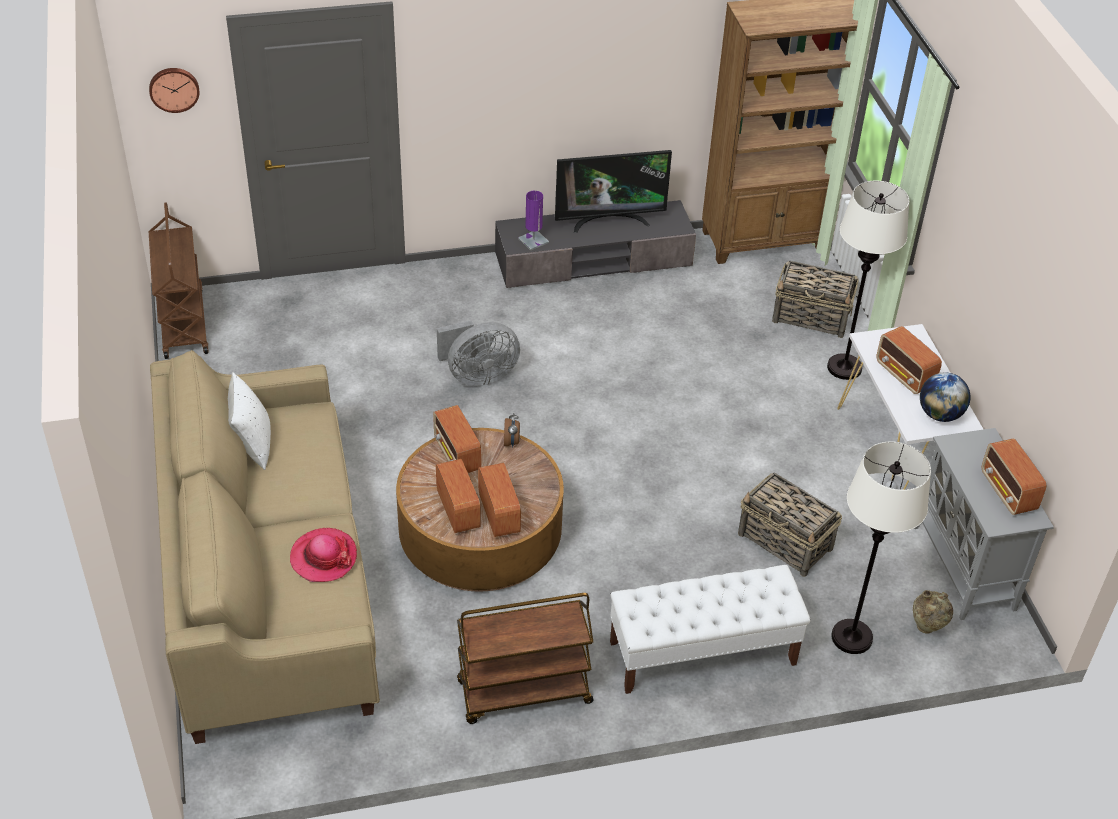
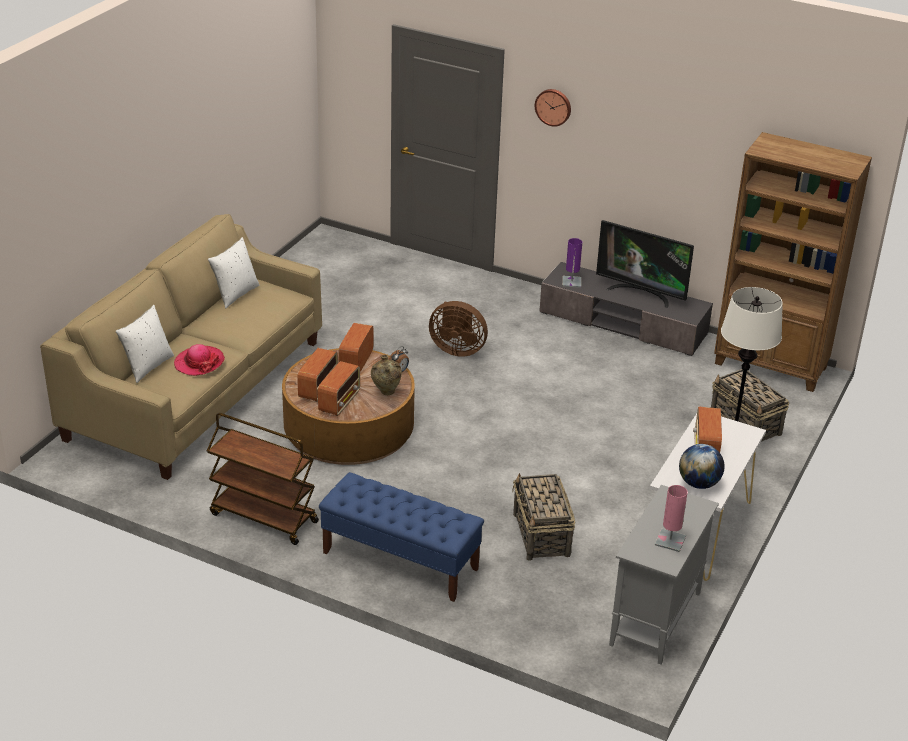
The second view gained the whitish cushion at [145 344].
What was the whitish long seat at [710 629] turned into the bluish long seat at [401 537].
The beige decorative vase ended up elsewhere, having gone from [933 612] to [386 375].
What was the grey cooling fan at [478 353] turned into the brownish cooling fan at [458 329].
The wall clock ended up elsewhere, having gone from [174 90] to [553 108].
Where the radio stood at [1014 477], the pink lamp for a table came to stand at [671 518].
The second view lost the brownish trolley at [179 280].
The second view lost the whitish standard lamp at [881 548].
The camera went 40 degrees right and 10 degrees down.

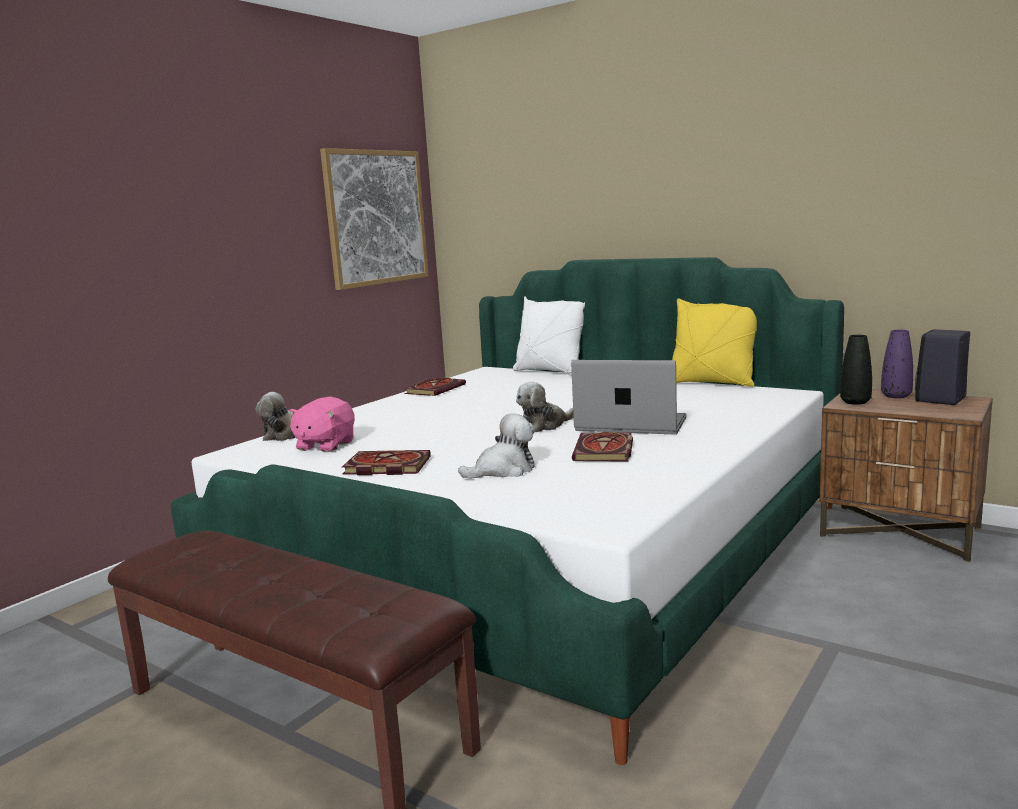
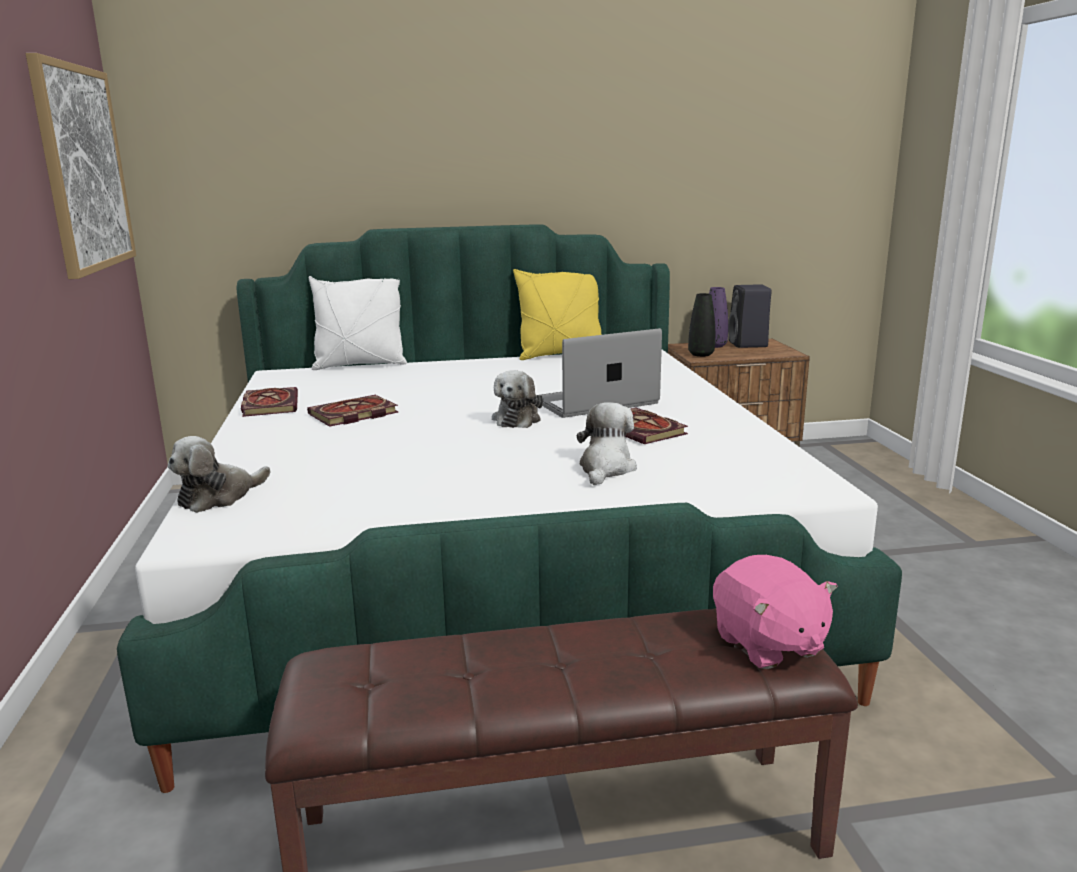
The bound book ended up elsewhere, having gone from [386 462] to [352 411].
The pink cuddly toy ended up elsewhere, having gone from [321 424] to [775 612].
The camera went 45 degrees left and 5 degrees up.

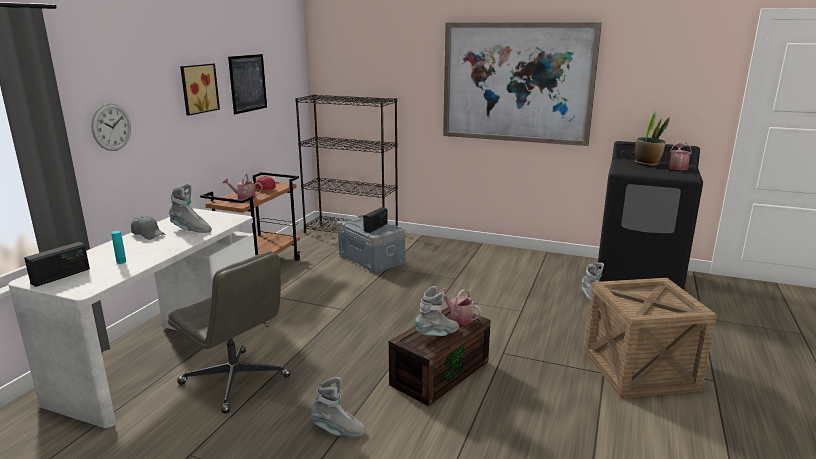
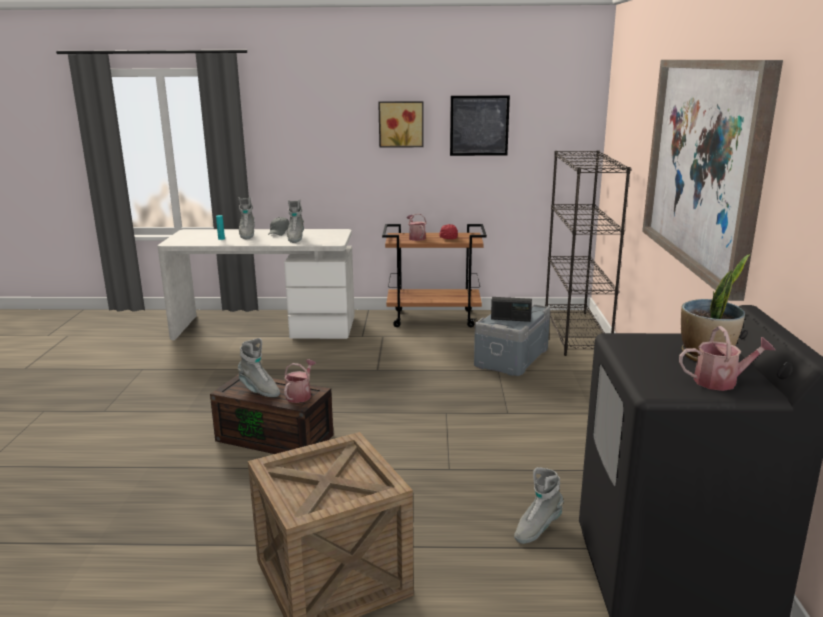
The grey boot ended up elsewhere, having gone from [338 407] to [246 218].
The second view lost the radio at [57 264].
The second view lost the wall clock at [111 127].
The second view lost the grey desk chair at [229 332].
The camera went 70 degrees right and 0 degrees up.

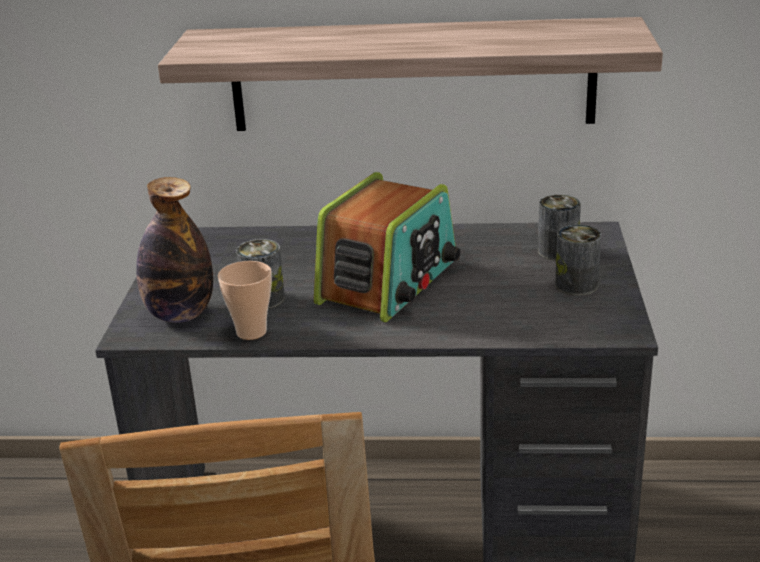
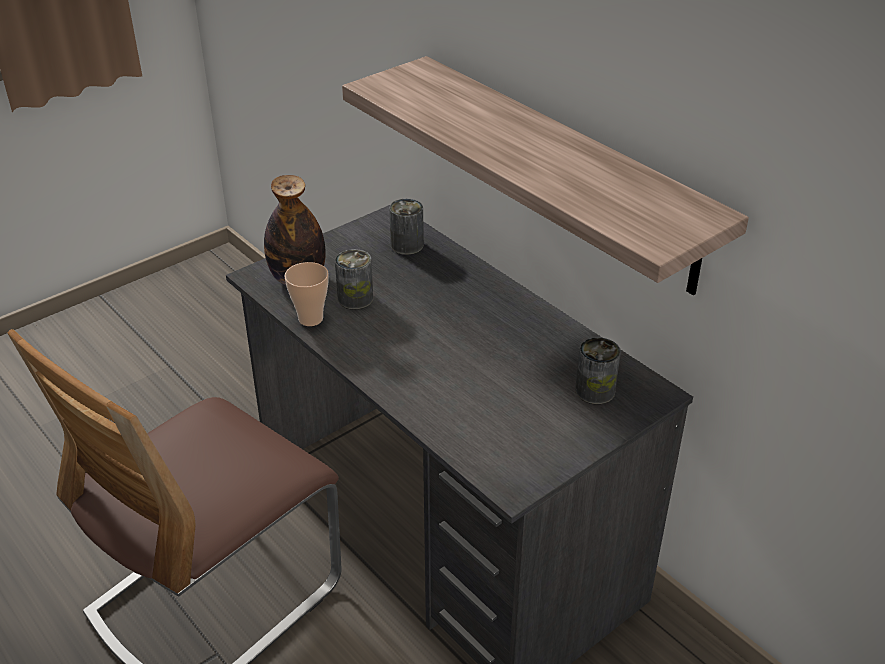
The can ended up elsewhere, having gone from [578 260] to [406 227].
The second view lost the radio at [387 247].
The camera went 45 degrees right and 10 degrees up.

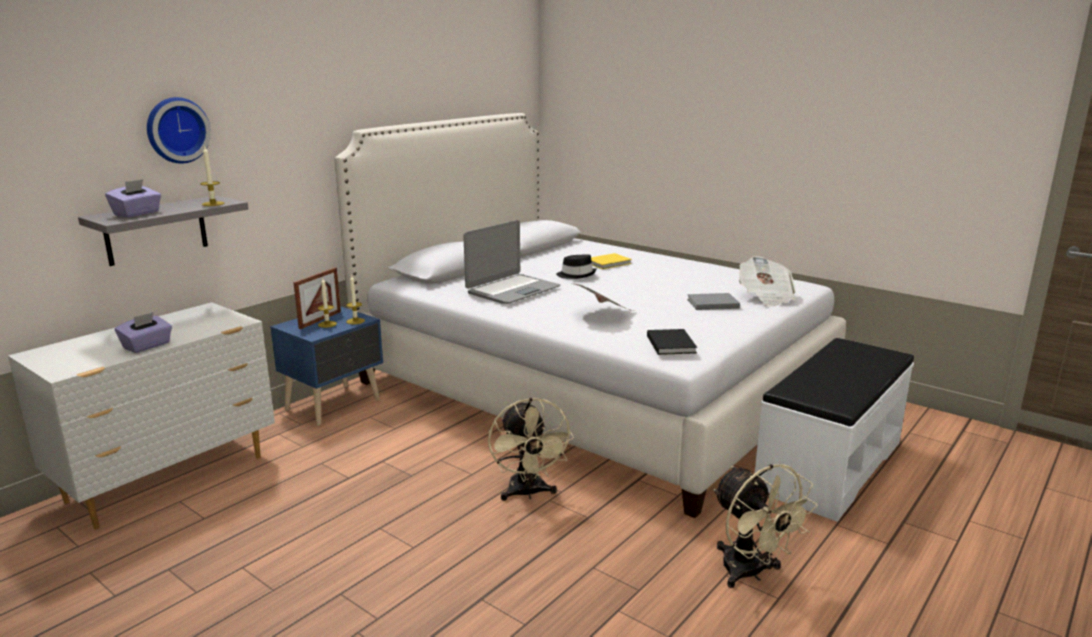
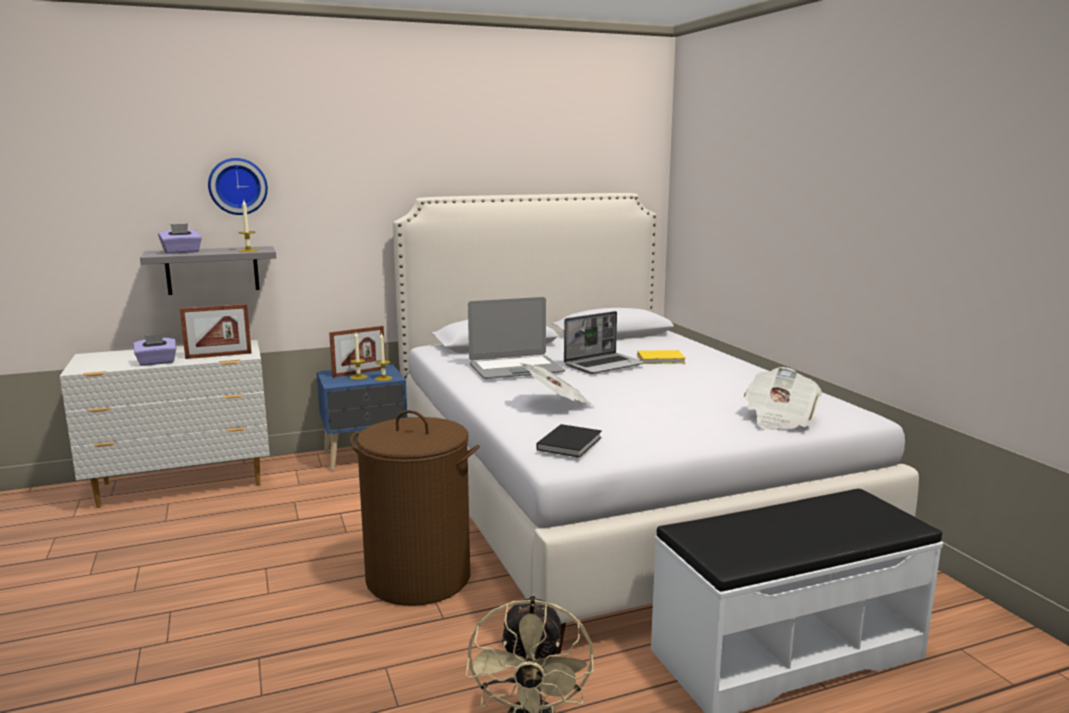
The second view gained the photo frame at [216 331].
Where the beige cooling fan stood at [531 449], the brownish washing basket came to stand at [415 508].
Where the black-coloured clothing hat stood at [576 266], the notebook computer came to stand at [604 342].
The second view lost the grey bound book at [713 301].
The camera went 30 degrees right and 5 degrees down.

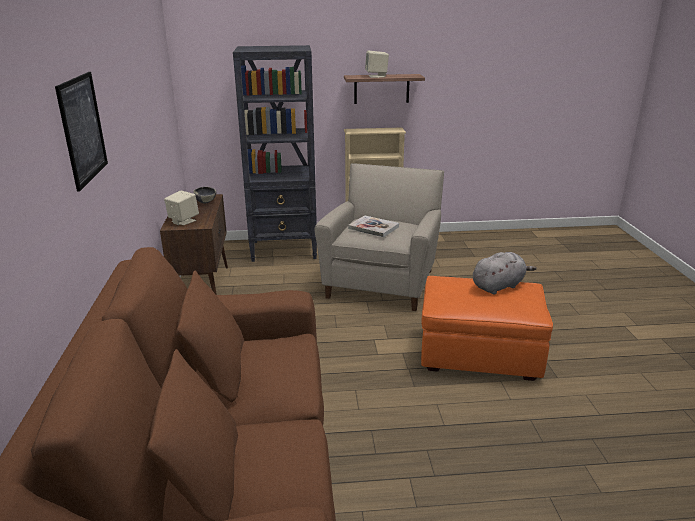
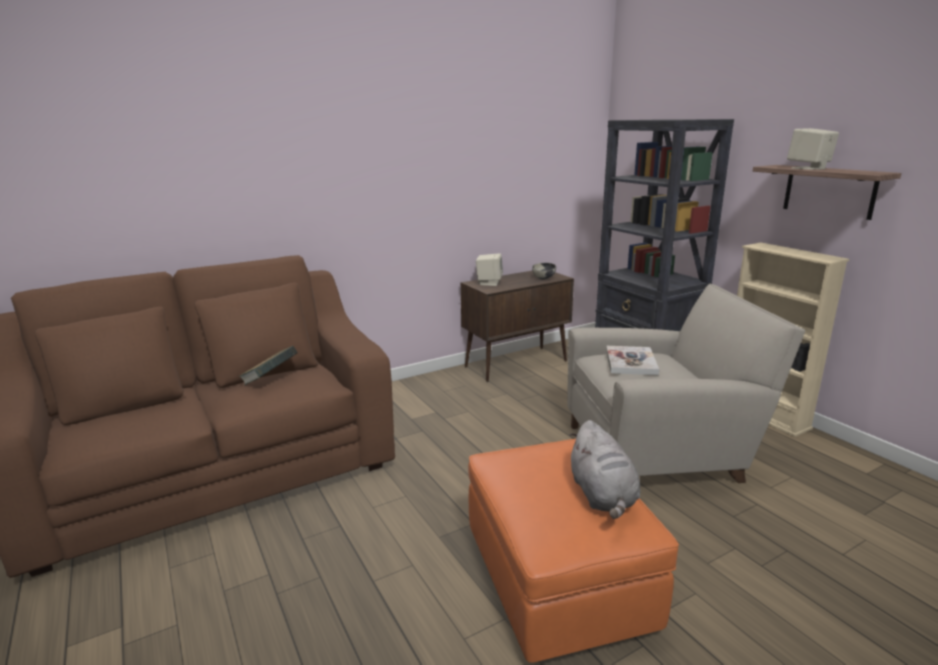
The second view gained the bound book at [267 366].
The grey cuddly toy at [505 273] ended up facing another way, 45 degrees clockwise from before.
The second view lost the wall art at [81 132].
The camera went 65 degrees right and 5 degrees down.

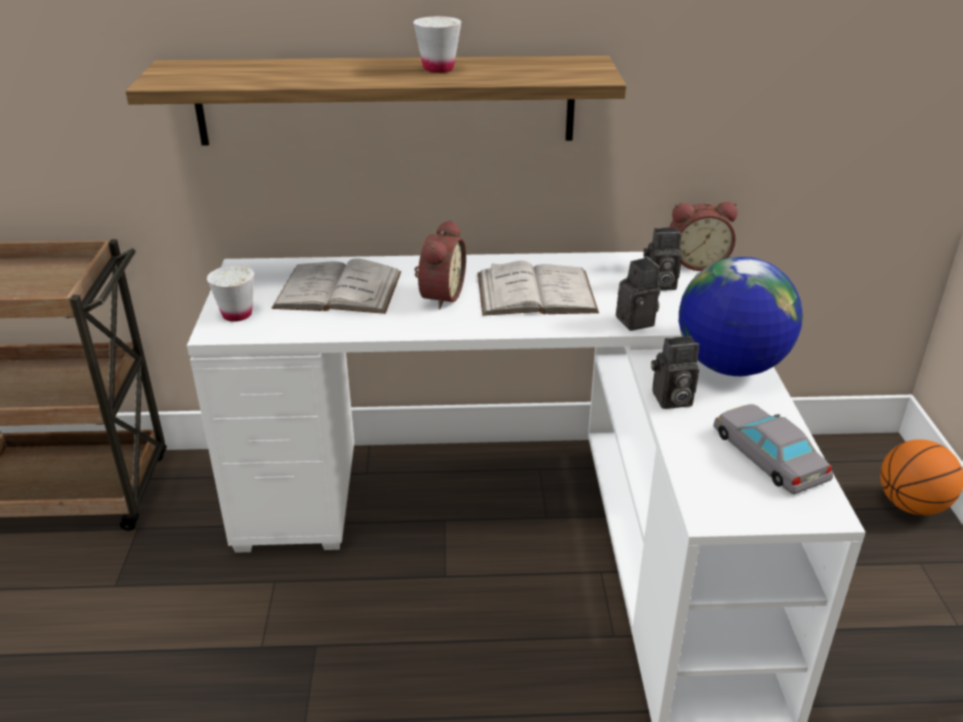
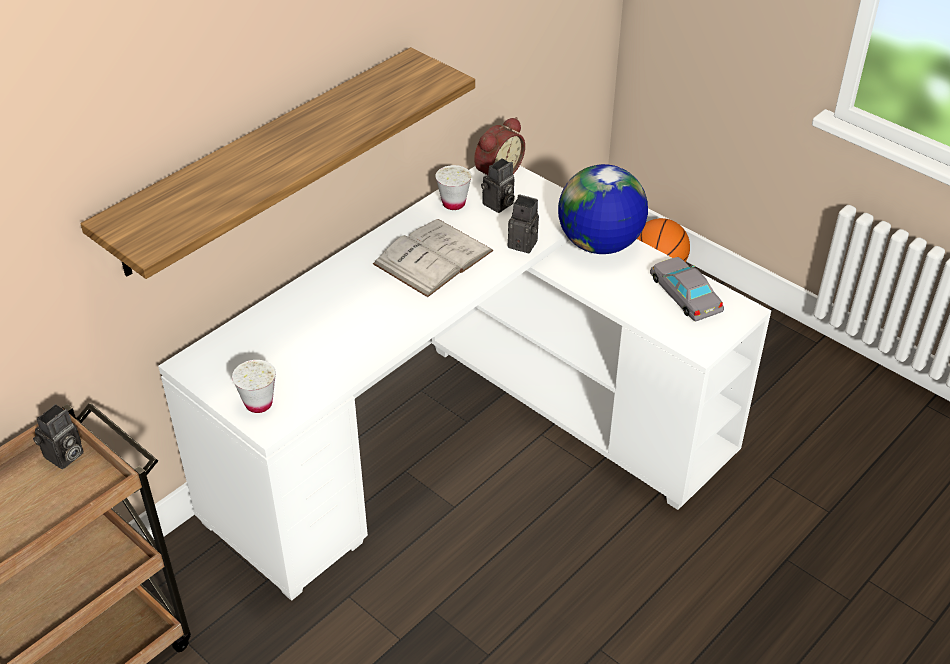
The still camera ended up elsewhere, having gone from [675 372] to [58 436].
The whitish small cup ended up elsewhere, having gone from [437 44] to [453 187].
The grey miniature car at [773 449] ended up facing another way, 45 degrees clockwise from before.
The second view lost the whitish bound book at [336 286].
The second view lost the table clock at [440 265].
The camera went 45 degrees left and 10 degrees up.

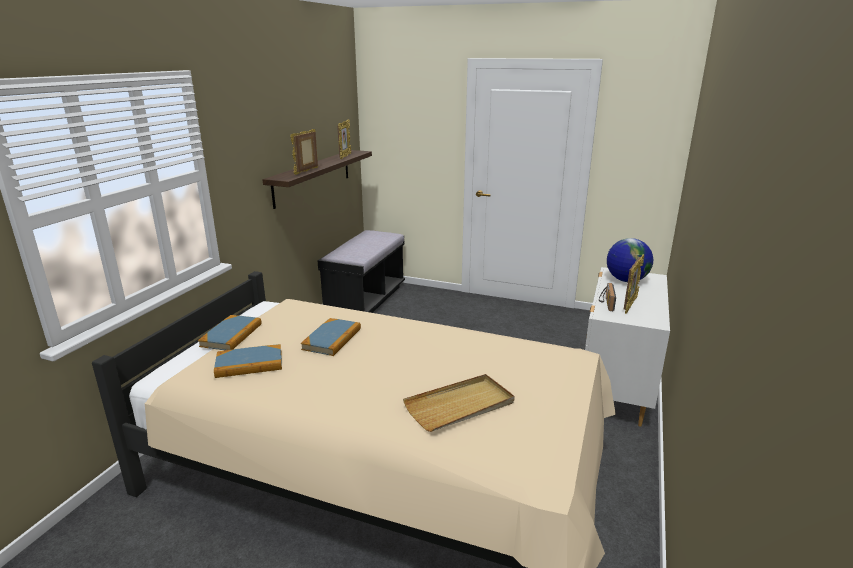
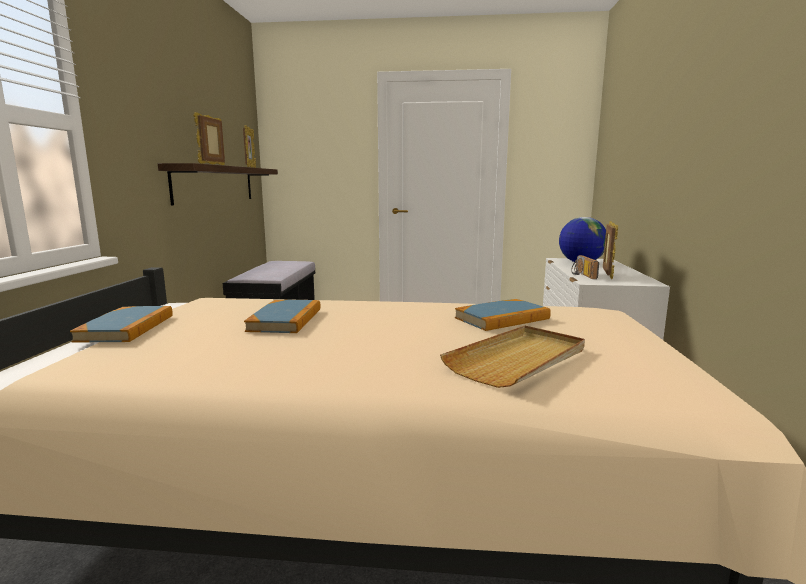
The bound book ended up elsewhere, having gone from [248 361] to [503 315].
The camera went 15 degrees left and 10 degrees down.

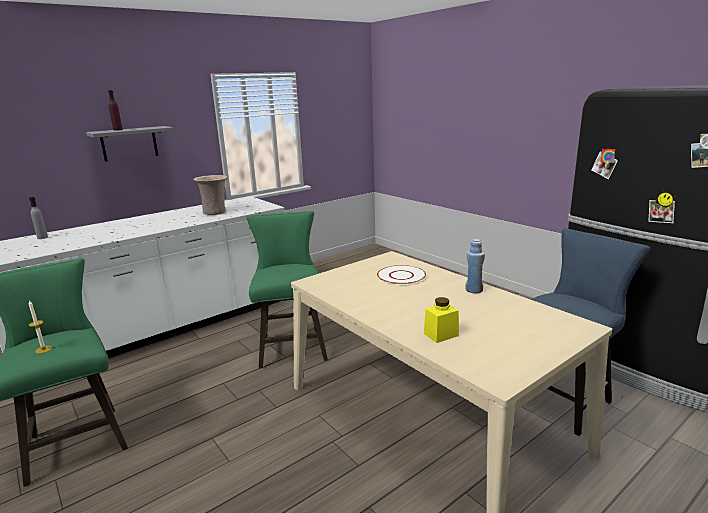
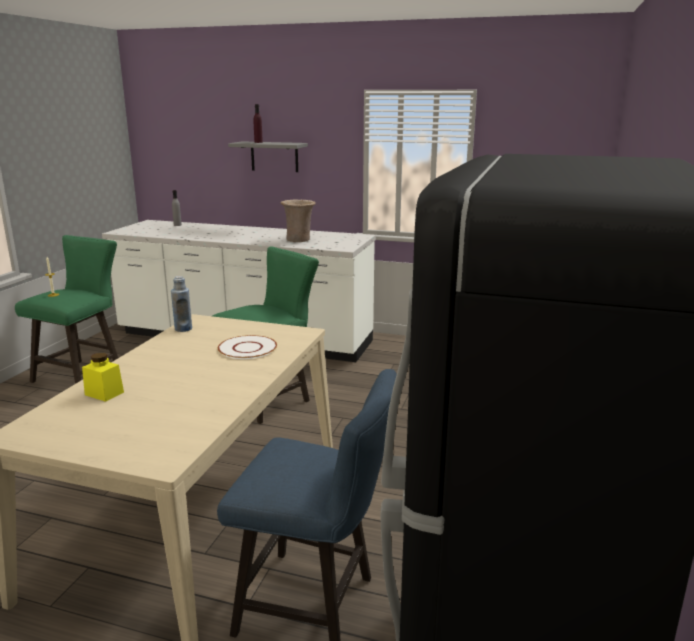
The bluish bottle ended up elsewhere, having gone from [475 266] to [181 304].
The camera went 55 degrees right and 0 degrees up.

